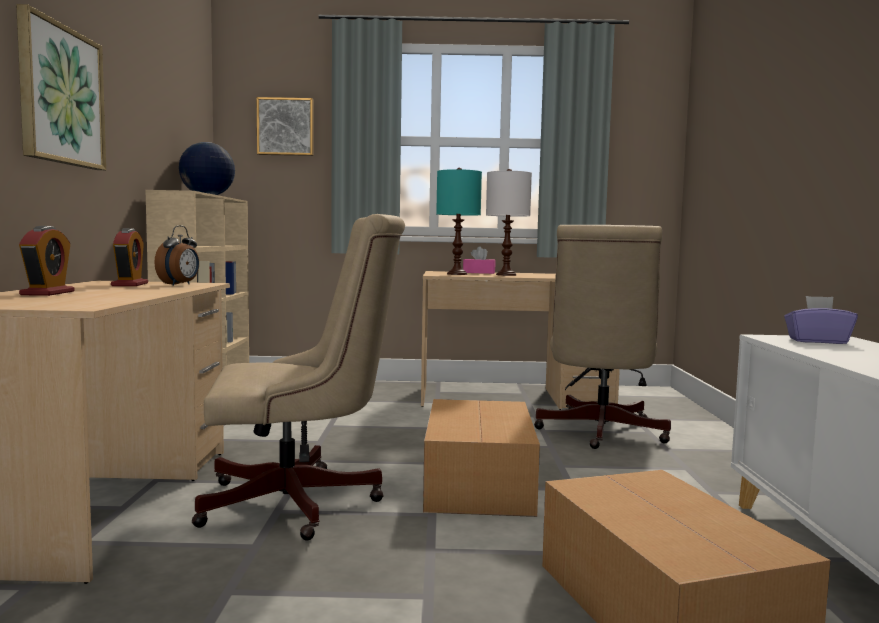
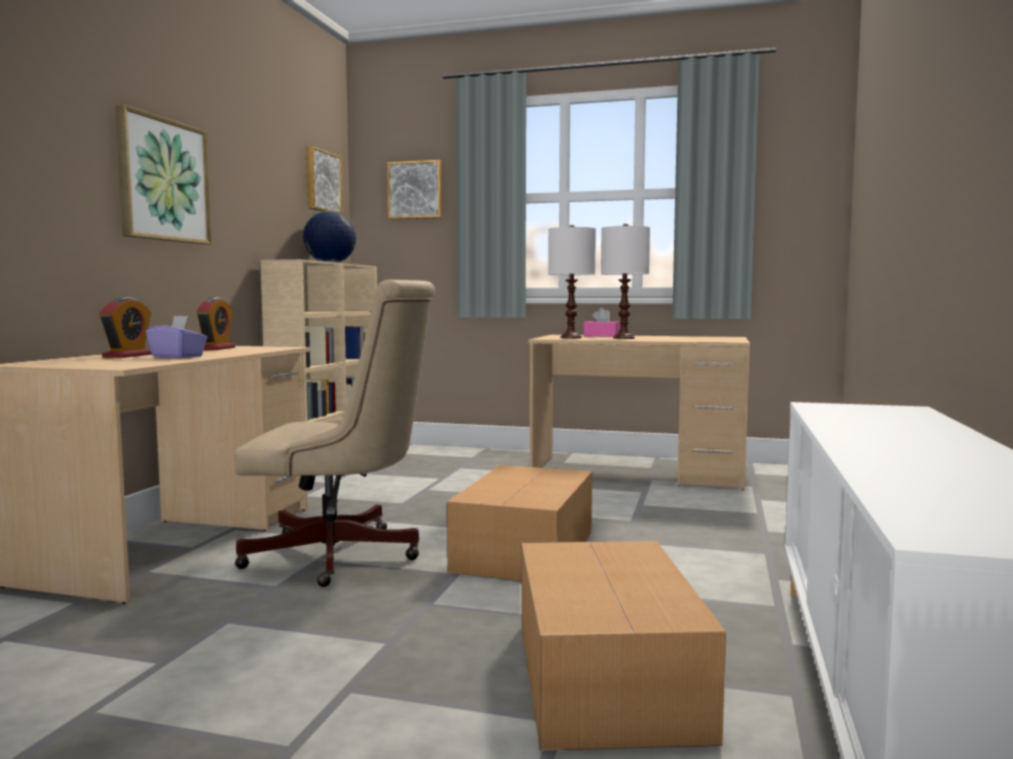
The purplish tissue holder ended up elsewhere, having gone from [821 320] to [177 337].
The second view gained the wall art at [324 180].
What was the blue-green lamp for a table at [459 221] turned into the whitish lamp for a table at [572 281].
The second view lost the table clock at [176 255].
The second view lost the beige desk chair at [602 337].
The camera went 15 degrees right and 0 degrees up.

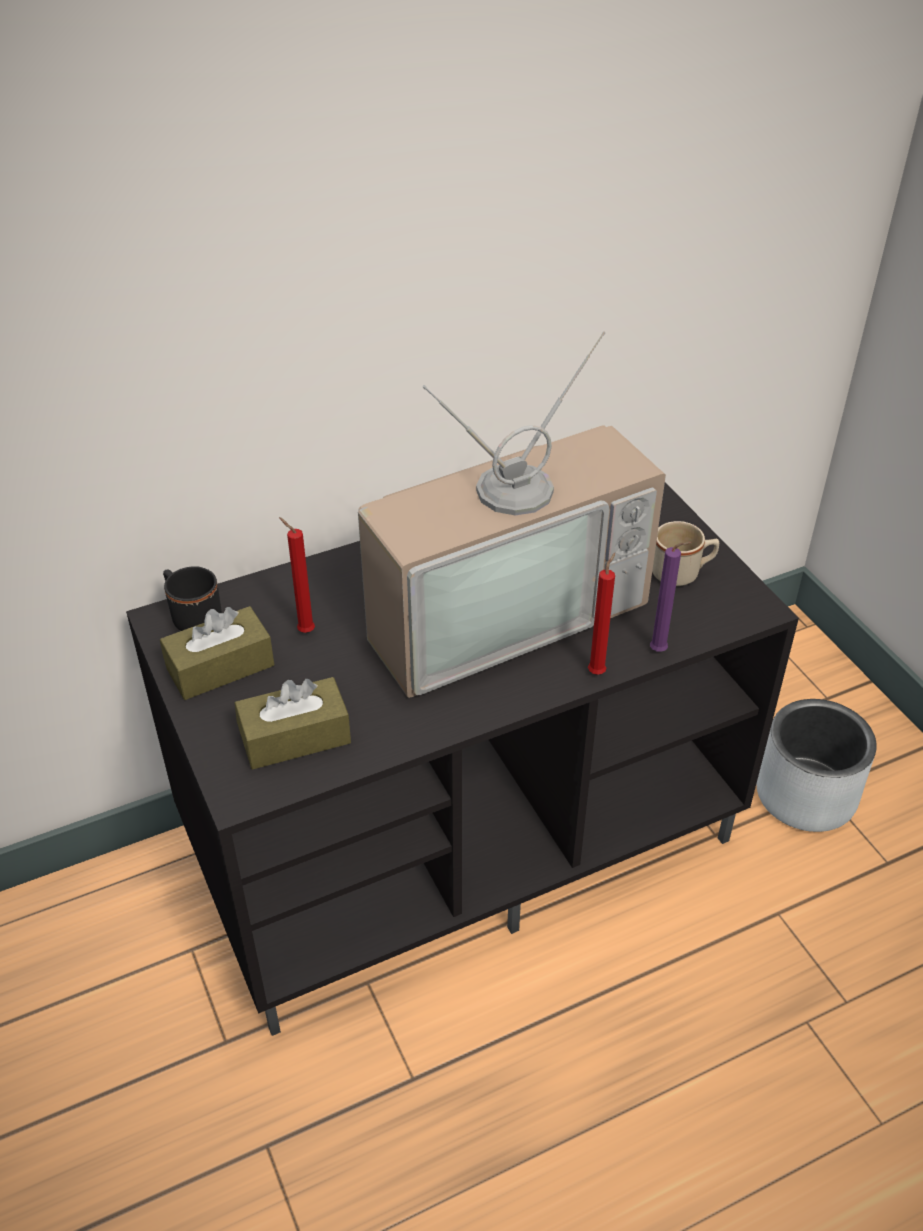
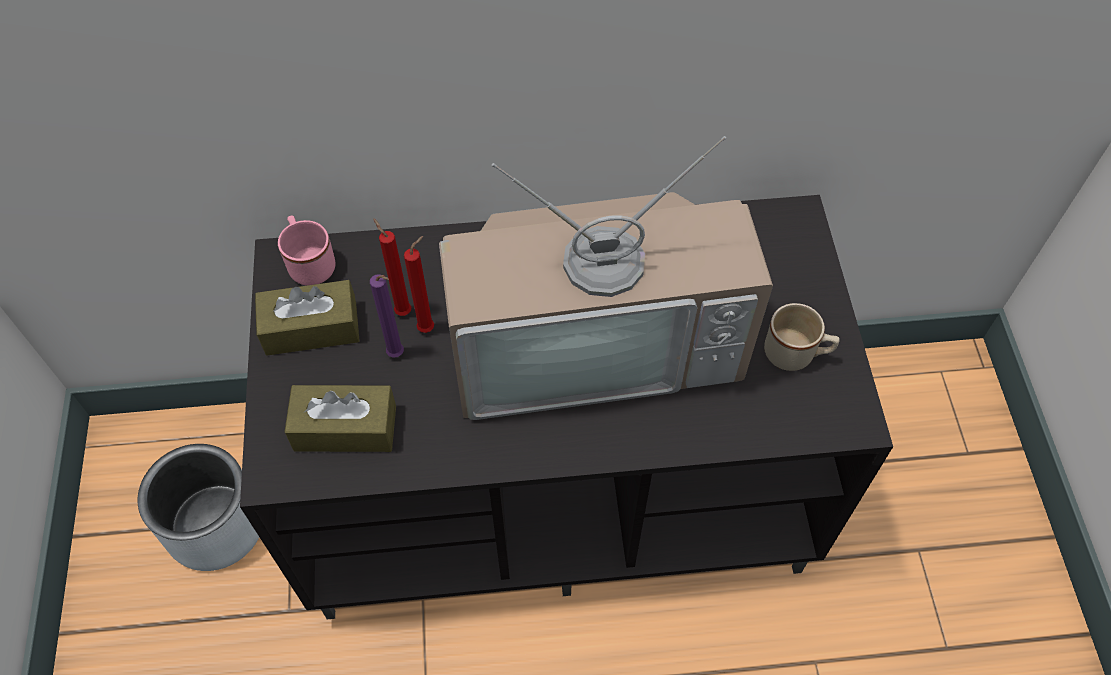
The grey plant pot ended up elsewhere, having gone from [817 765] to [198 507].
What was the black-coloured tea mug at [192 598] turned into the pink tea mug at [306 250].
The purplish wax light ended up elsewhere, having gone from [671 597] to [387 316].
The red wax light ended up elsewhere, having gone from [601 614] to [419 284].
The camera went 20 degrees right and 15 degrees up.

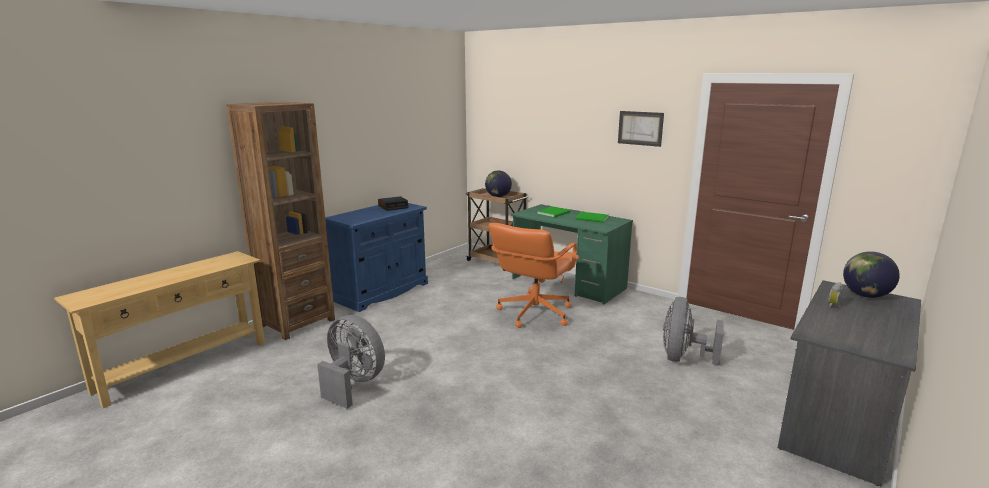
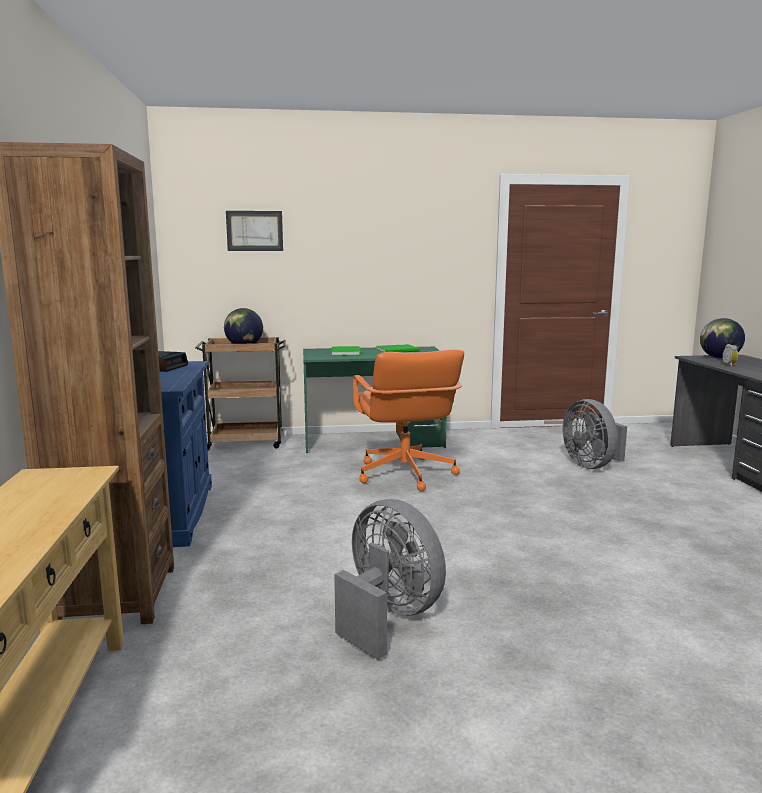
The wall art ended up elsewhere, having gone from [641 129] to [254 231].
The grey cooling fan at [351 362] ended up facing another way, 60 degrees clockwise from before.
The camera went 45 degrees left and 5 degrees down.

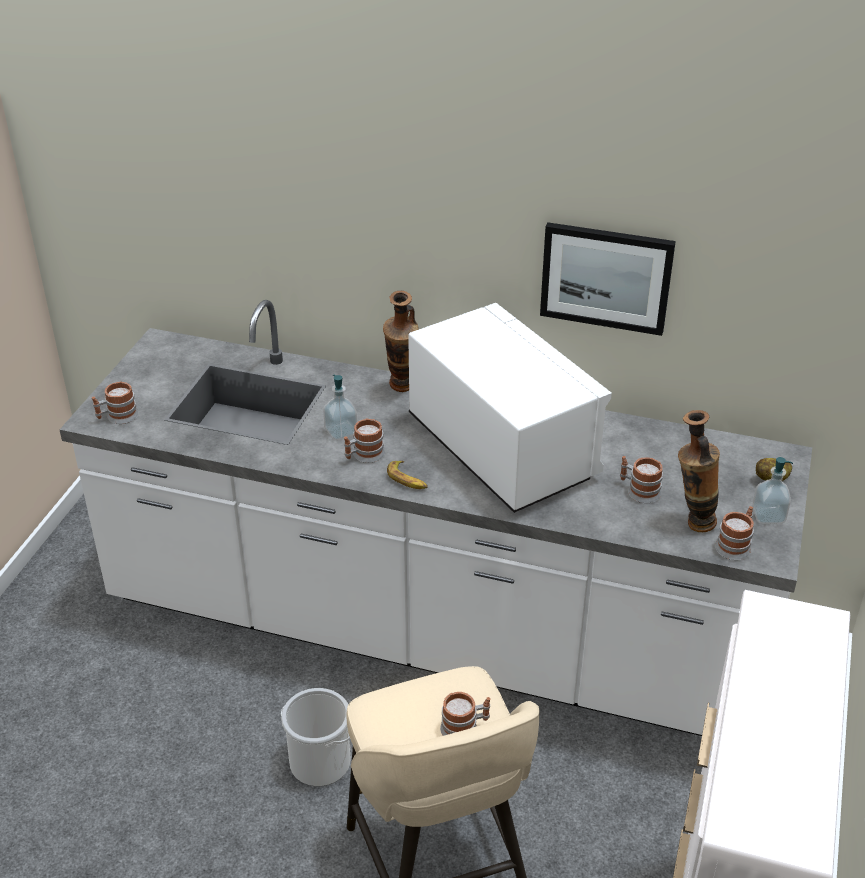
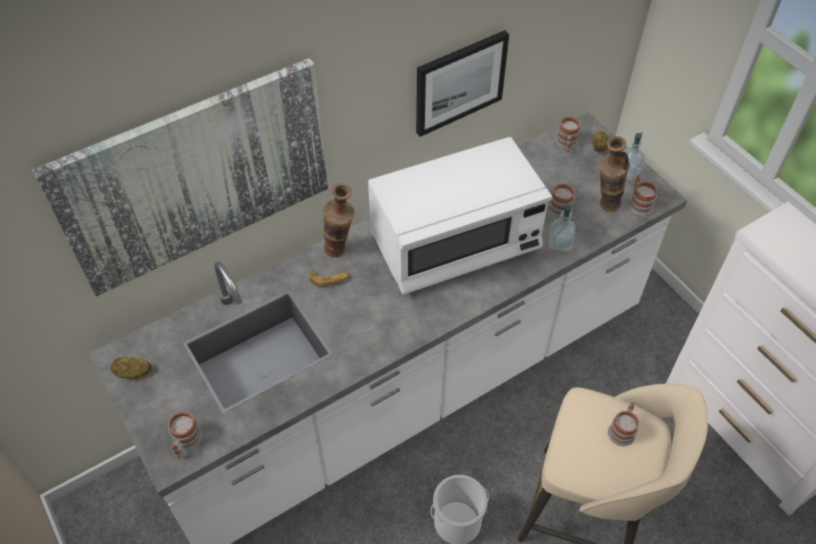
The second view gained the wall art at [180 177].
The second view gained the whole potato at [131 368].
The banana fruit ended up elsewhere, having gone from [407 475] to [329 277].
The whitish kitchen microwave at [510 408] ended up facing another way, 150 degrees clockwise from before.
The soap bottle ended up elsewhere, having gone from [340 407] to [561 228].
The tea mug ended up elsewhere, having gone from [364 440] to [567 134].
The camera went 50 degrees left and 15 degrees up.

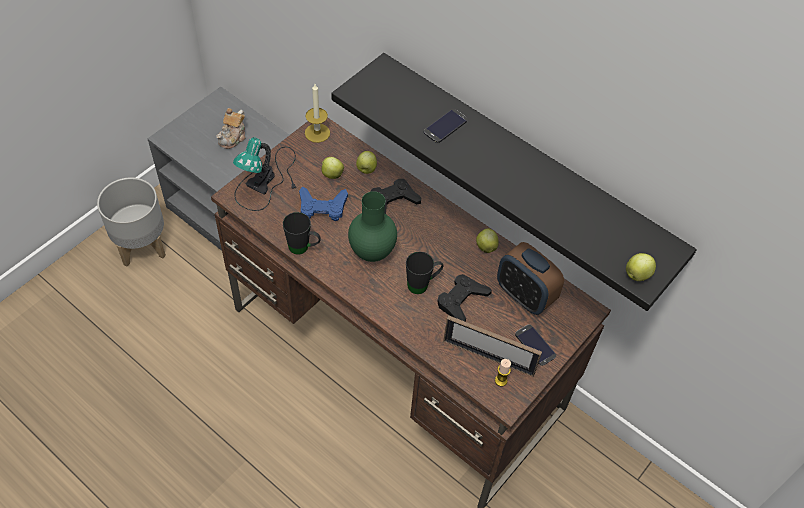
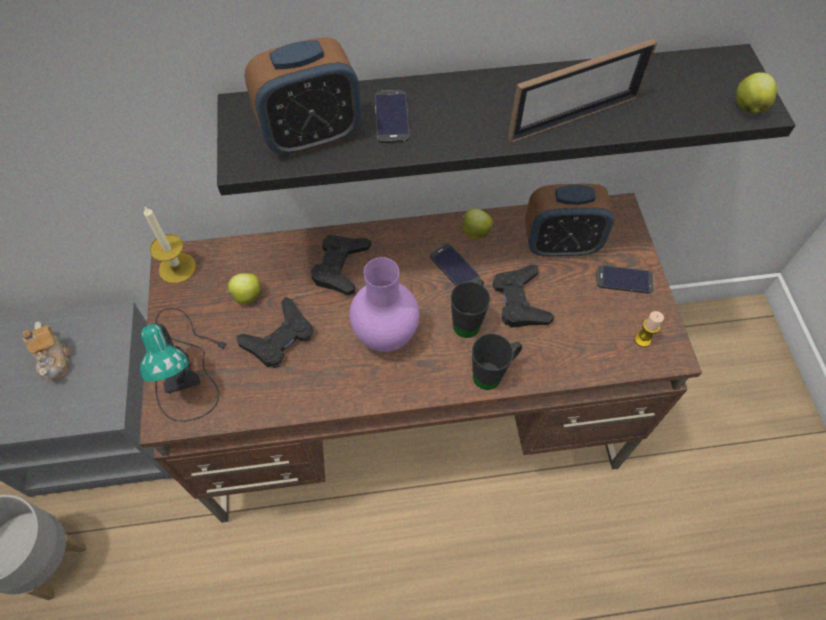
What was the bluish gamepad at [323 203] turned into the black-coloured gamepad at [274 332].
The second view gained the table clock at [303 96].
What was the greenish decorative vase at [372 226] turned into the purplish decorative vase at [384 304].
The second view gained the phone at [455 264].
The black-coloured tea mug ended up elsewhere, having gone from [302 233] to [497 362].
The photo frame ended up elsewhere, having gone from [492 346] to [582 90].
The second view lost the apple at [366 162].
The camera went 45 degrees left and 5 degrees up.

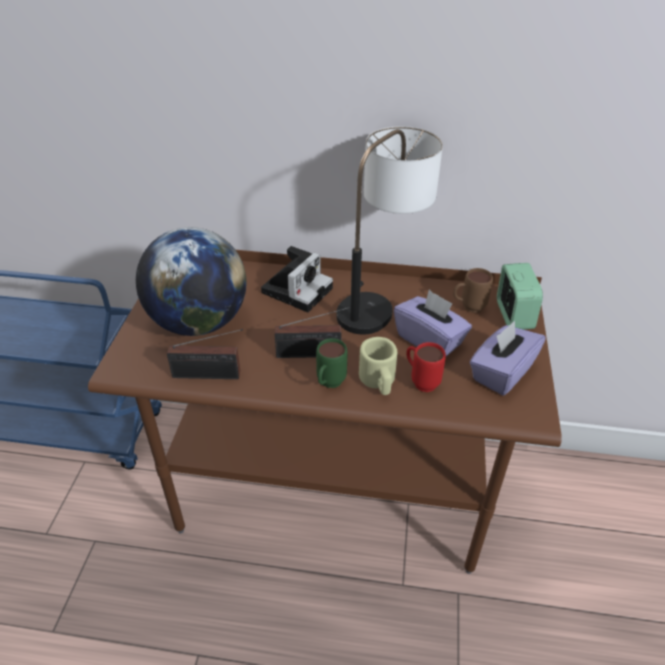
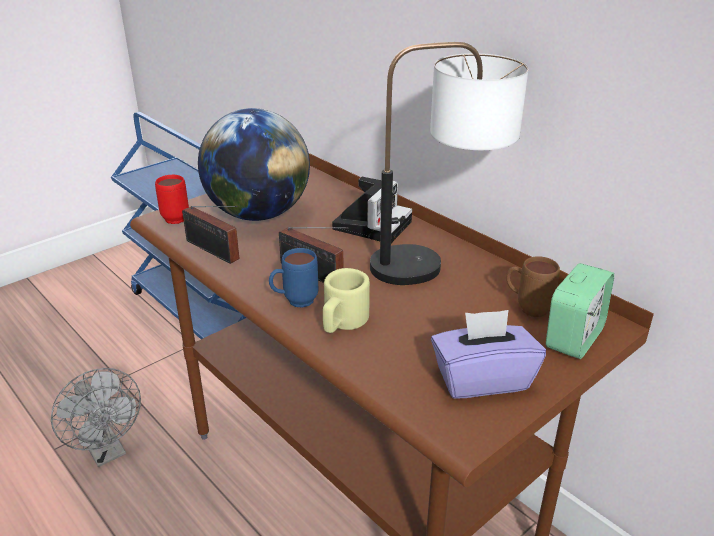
The second view gained the grey cooling fan at [96 417].
The red tea mug ended up elsewhere, having gone from [426 367] to [172 199].
What was the greenish tea mug at [331 363] turned into the bluish tea mug at [293 278].
The still camera at [297 279] ended up facing another way, 45 degrees counterclockwise from before.
The second view lost the purplish tissue holder at [433 323].
The camera went 40 degrees right and 10 degrees down.

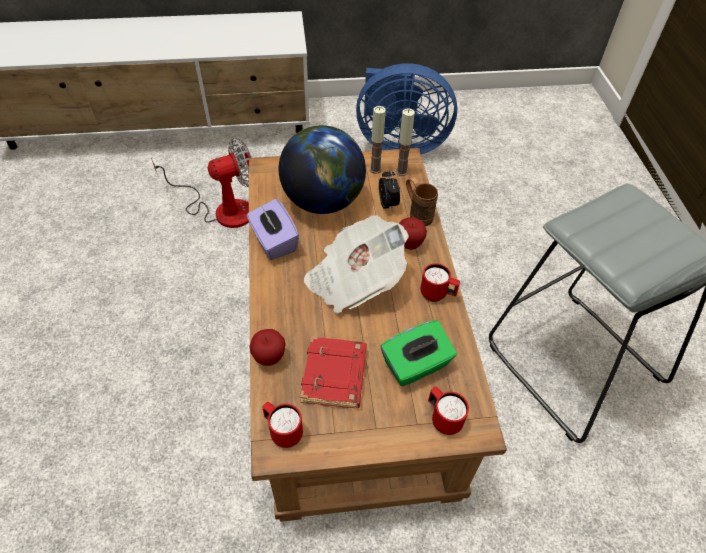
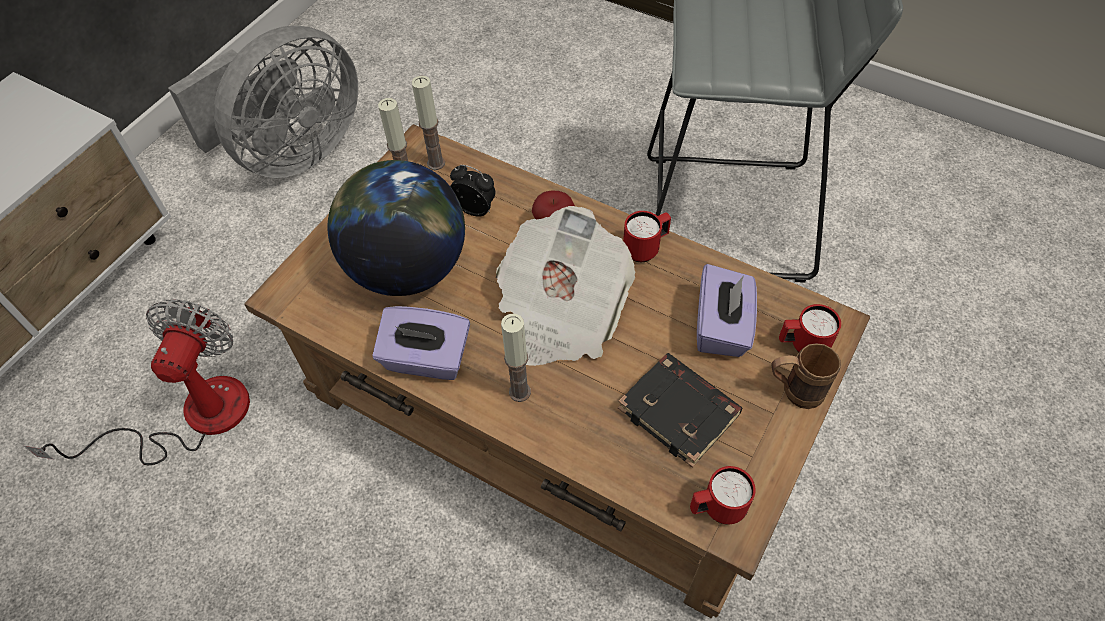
What was the bluish cooling fan at [406 108] turned into the grey cooling fan at [263 102].
The second view gained the wax light at [516 358].
What was the red bound book at [333 372] turned into the black-coloured bound book at [680 410].
What was the greenish tissue holder at [419 353] turned into the purplish tissue holder at [727 310].
The brownish tea mug ended up elsewhere, having gone from [422 201] to [806 376].
The second view lost the apple at [267 347].
The camera went 50 degrees left and 5 degrees up.

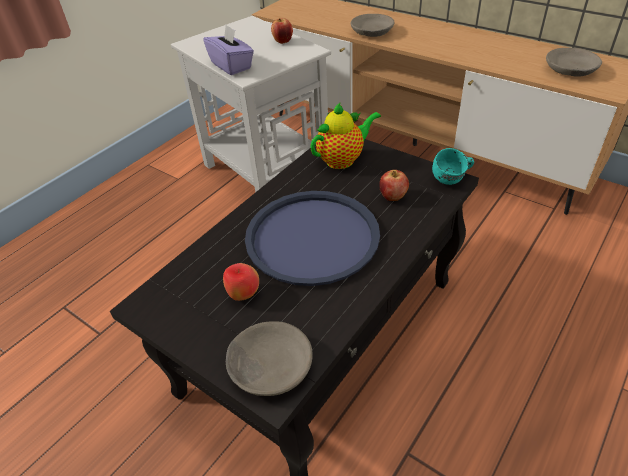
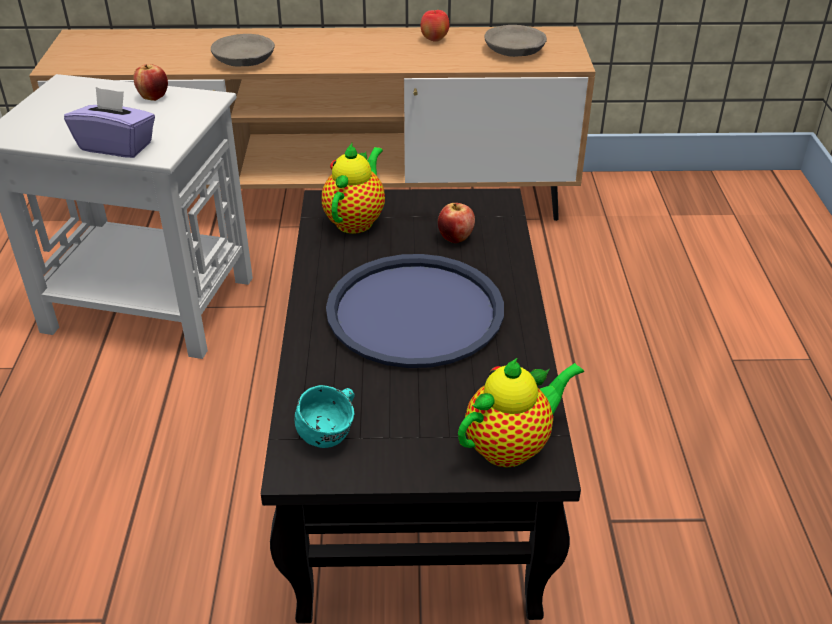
The blue-green tea mug ended up elsewhere, having gone from [453 166] to [325 416].
The apple ended up elsewhere, having gone from [241 282] to [435 26].
Where the grey deep dish stood at [269 358], the tea pot came to stand at [521 412].
The camera went 40 degrees left and 5 degrees down.

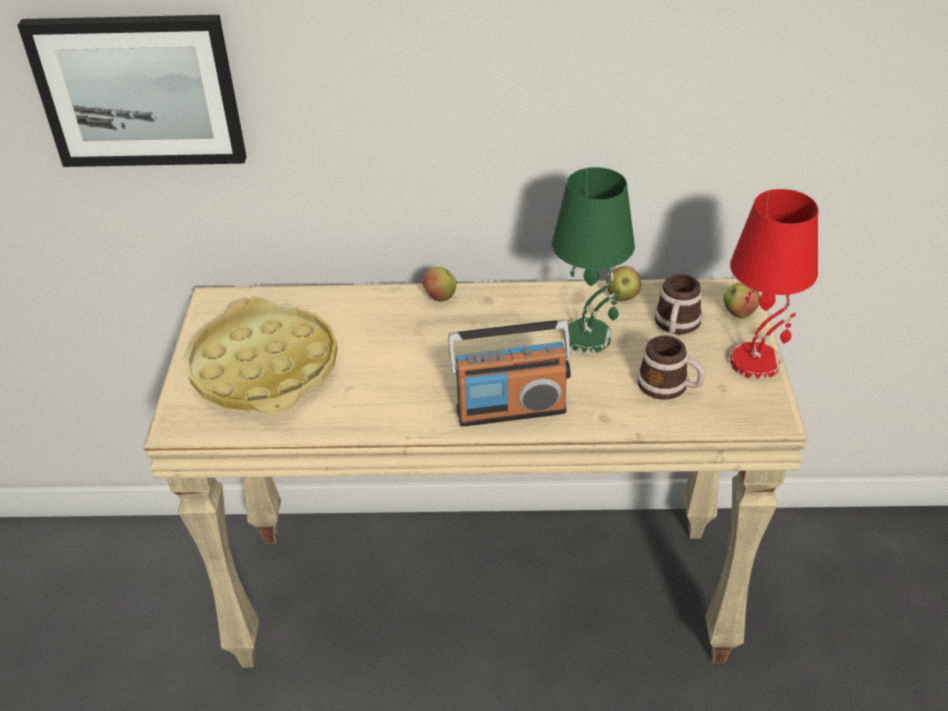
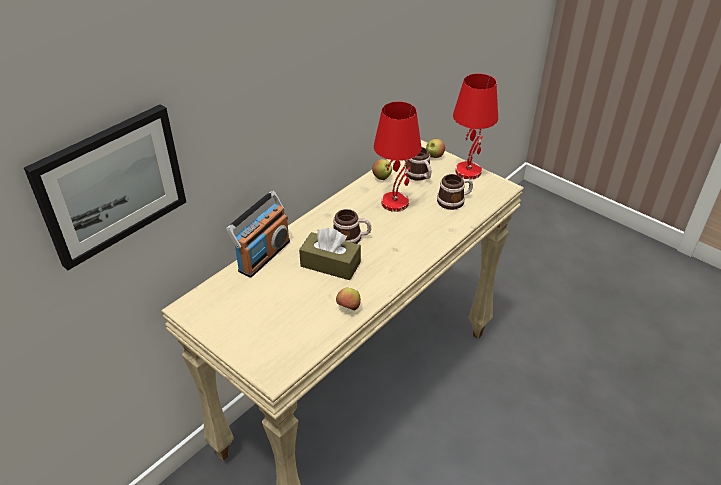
The radio ended up elsewhere, having gone from [509 373] to [258 234].
The second view gained the brownish tissue holder at [330 254].
The second view gained the tea mug at [352 226].
The apple ended up elsewhere, having gone from [439 284] to [348 299].
What was the greenish lamp for a table at [593 260] turned into the red lamp for a table at [398 157].
The second view lost the yellow tray at [261 356].
The camera went 50 degrees left and 0 degrees up.

